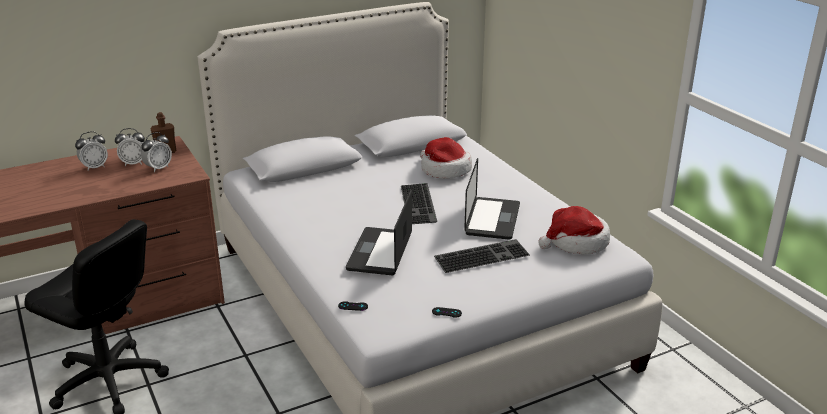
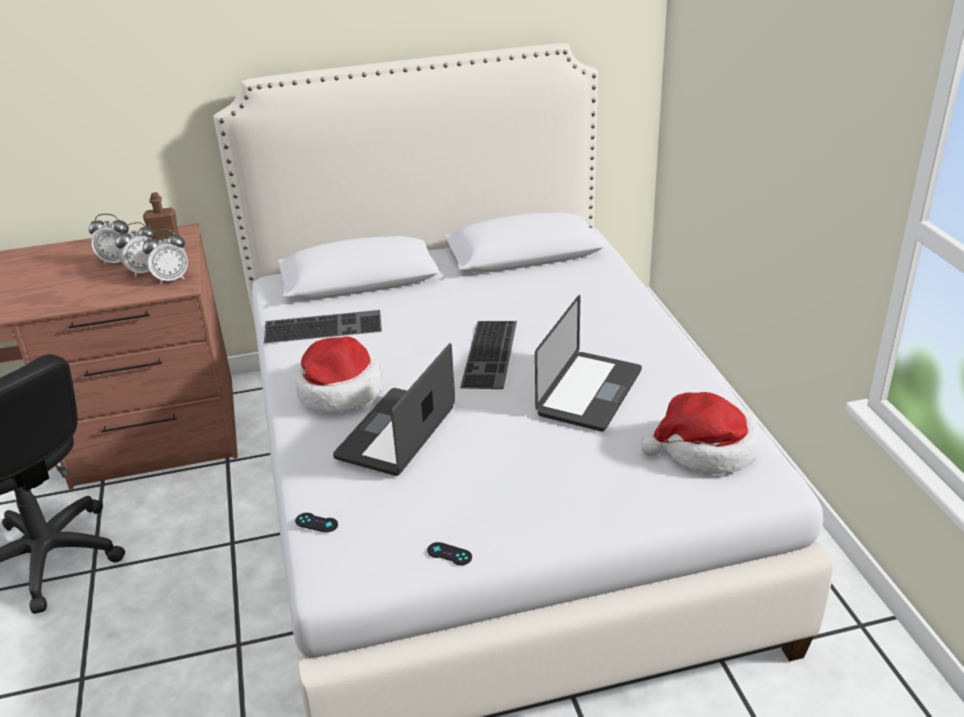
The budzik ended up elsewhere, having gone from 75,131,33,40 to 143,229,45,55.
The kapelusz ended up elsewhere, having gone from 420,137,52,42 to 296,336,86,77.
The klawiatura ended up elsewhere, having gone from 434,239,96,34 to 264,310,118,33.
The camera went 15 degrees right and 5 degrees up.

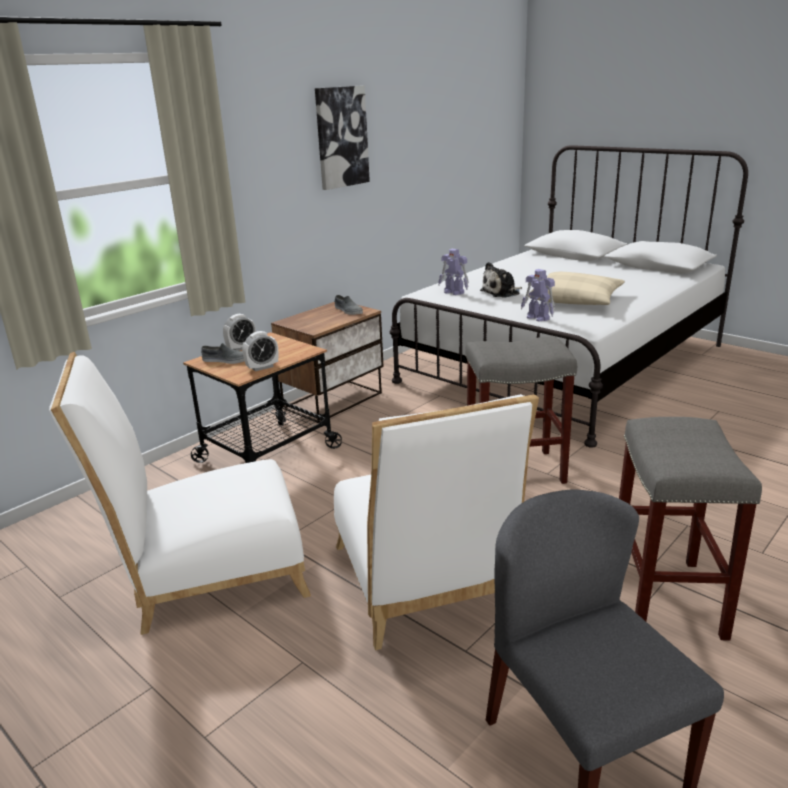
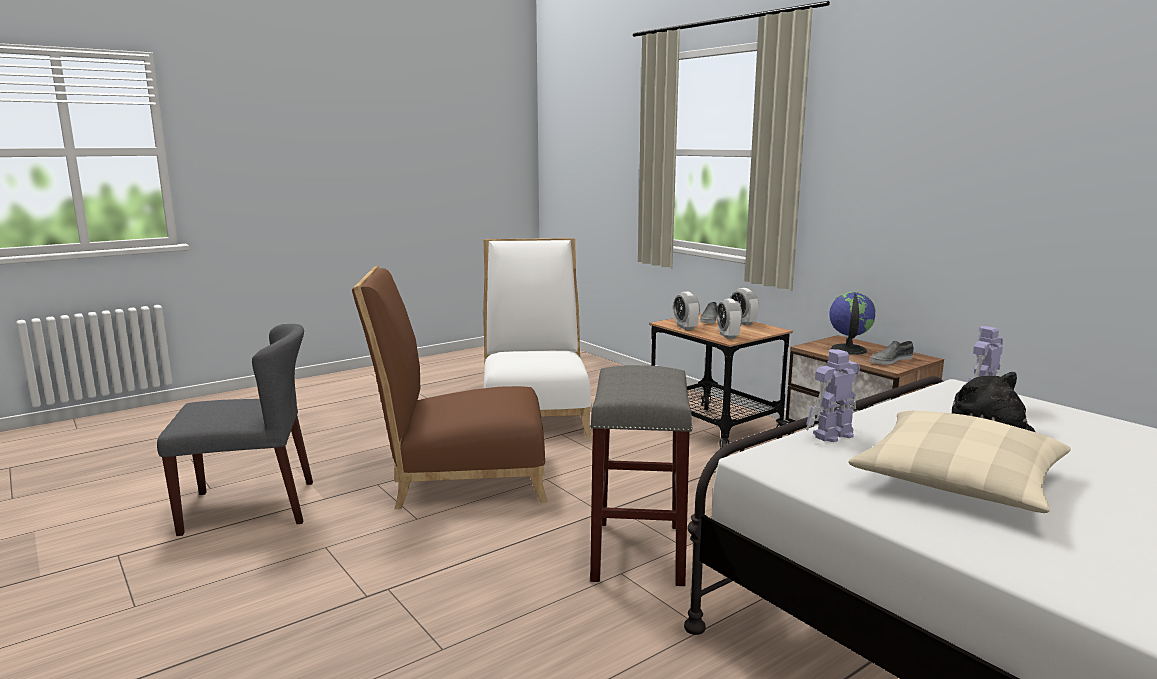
The second view lost the obraz at 315,85,55,105.
The second view lost the stołek/szary at 619,417,143,224.
The second view gained the budzik at 717,299,25,40.
The second view gained the globus at 829,292,47,63.
What was the krzesło/biały at 334,394,205,256 turned into the krzesło/brązowy at 352,265,195,244.
The camera went 100 degrees right and 10 degrees down.

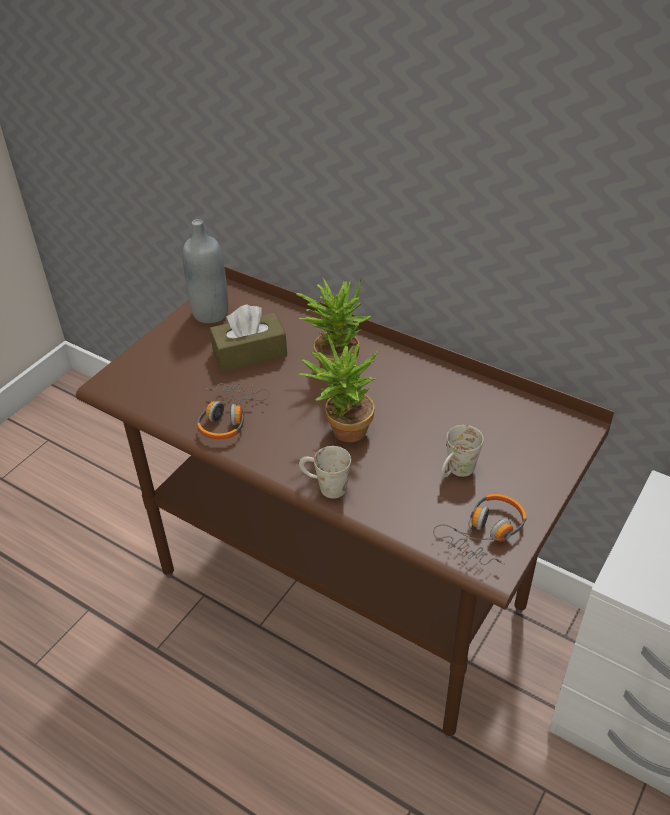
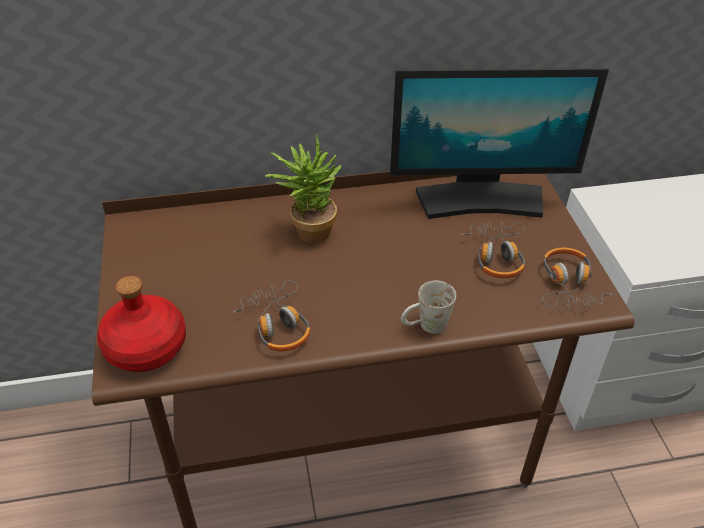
The second view lost the butelka/szary at 183,219,45,104.
The second view lost the pudełko chusteczek/brązowy at 210,304,77,68.
The second view lost the roślina doniczkowa at 298,334,81,108.
The second view gained the butelka/czerwony at 97,276,89,96.
The second view gained the monitor at 390,68,219,151.
Where the kubek/biały stood at 441,425,43,53, the słuchawki came to stand at 461,222,64,56.
The camera went 45 degrees left and 0 degrees up.

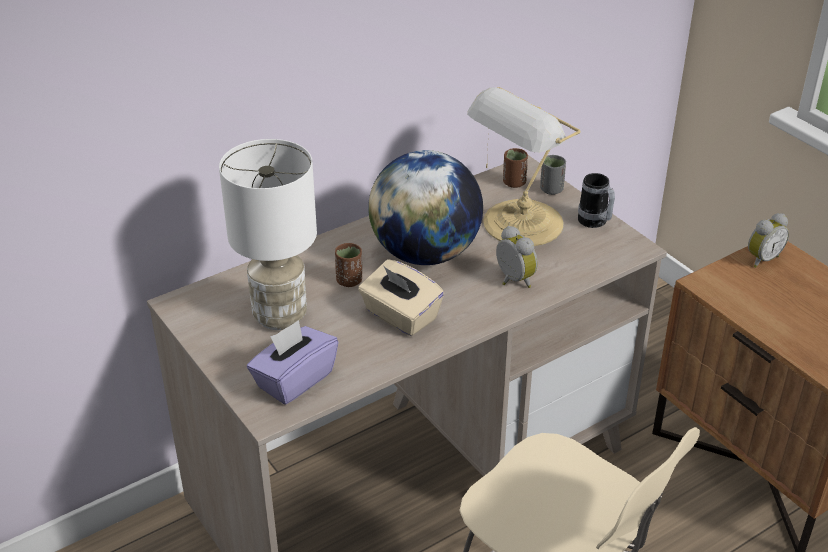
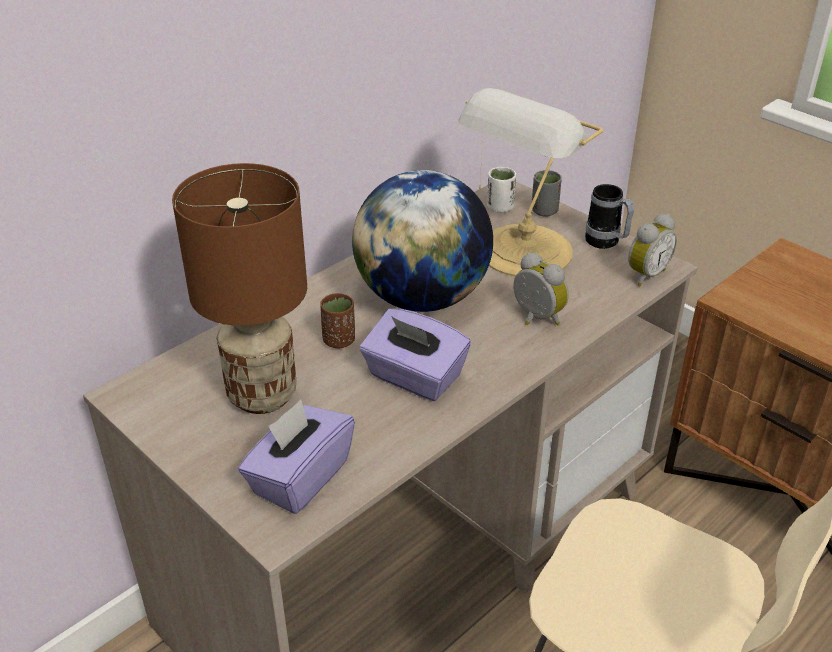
The budzik ended up elsewhere, having gone from 748,213,41,55 to 628,214,49,72.
What was the lampa stołowa/biały at 219,139,98,191 turned into the lampa stołowa/brązowy at 172,163,135,251.
What was the pudełko chusteczek/beżowy at 358,260,86,76 turned into the pudełko chusteczek/fioletowy at 360,308,111,93.
What was the filiżanka/brązowy at 503,148,25,40 turned into the filiżanka/biały at 487,167,29,46.
The camera went 10 degrees left and 0 degrees up.

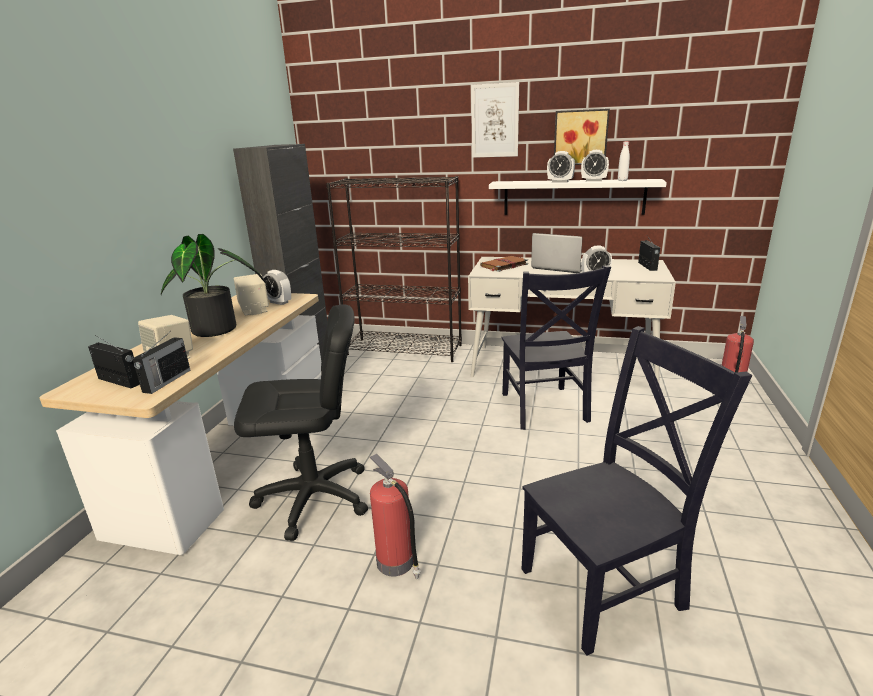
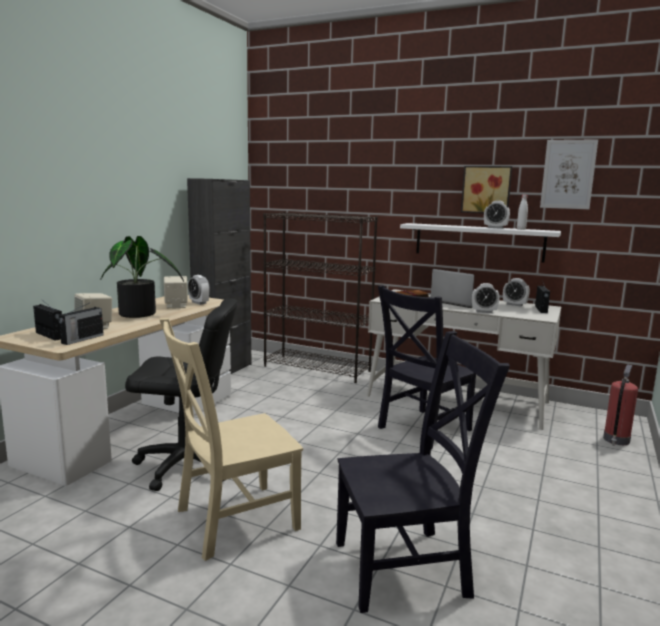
The obraz ended up elsewhere, having gone from 471,82,48,76 to 540,139,58,70.
The budzik ended up elsewhere, having gone from 547,151,28,32 to 503,278,27,28.
Where the gaśnica stood at 369,454,52,125, the krzesło/beżowy came to stand at 160,318,143,243.
The krzesło/czarny at 502,265,109,165 ended up facing another way, 45 degrees clockwise from before.
The camera went 10 degrees right and 10 degrees down.

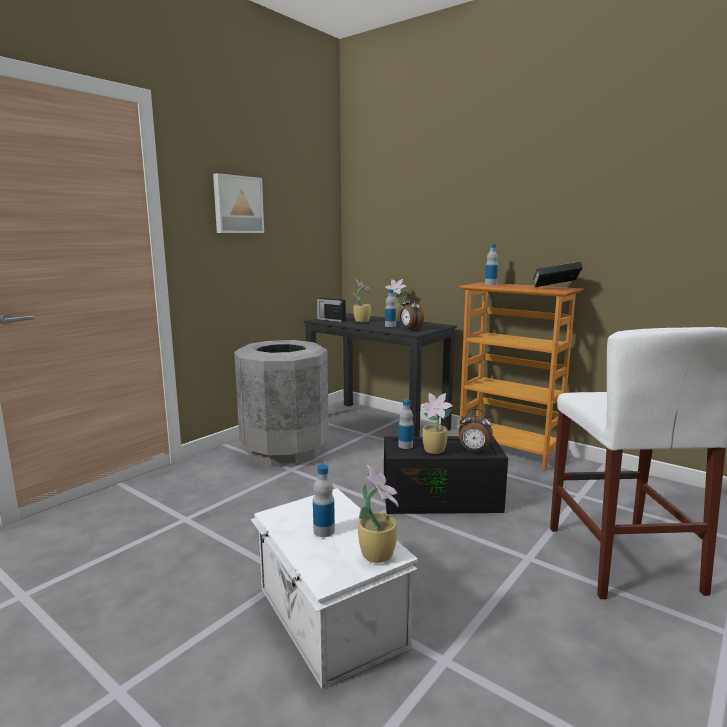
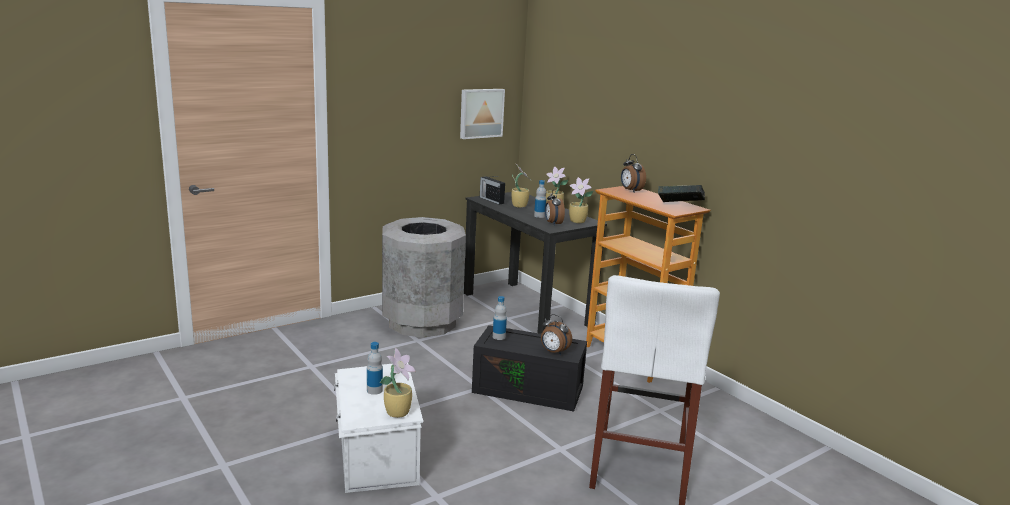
The obraz ended up elsewhere, having gone from 213,173,51,60 to 460,89,45,50.
The roślina doniczkowa ended up elsewhere, having gone from 420,393,33,61 to 569,177,24,46.
Where the butelka stood at 485,244,13,41, the budzik came to stand at 621,154,25,39.
The camera went 15 degrees right and 5 degrees up.

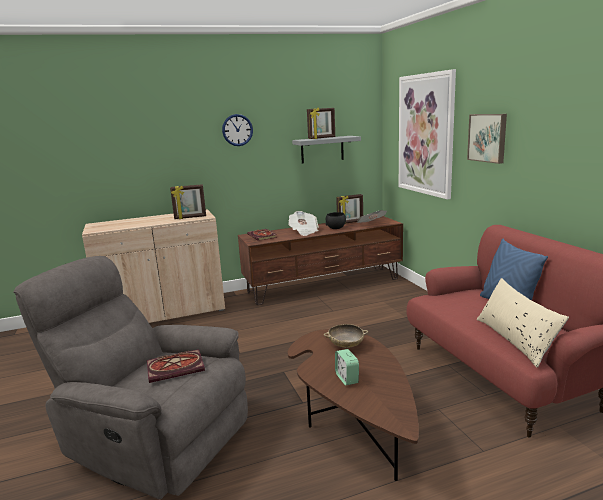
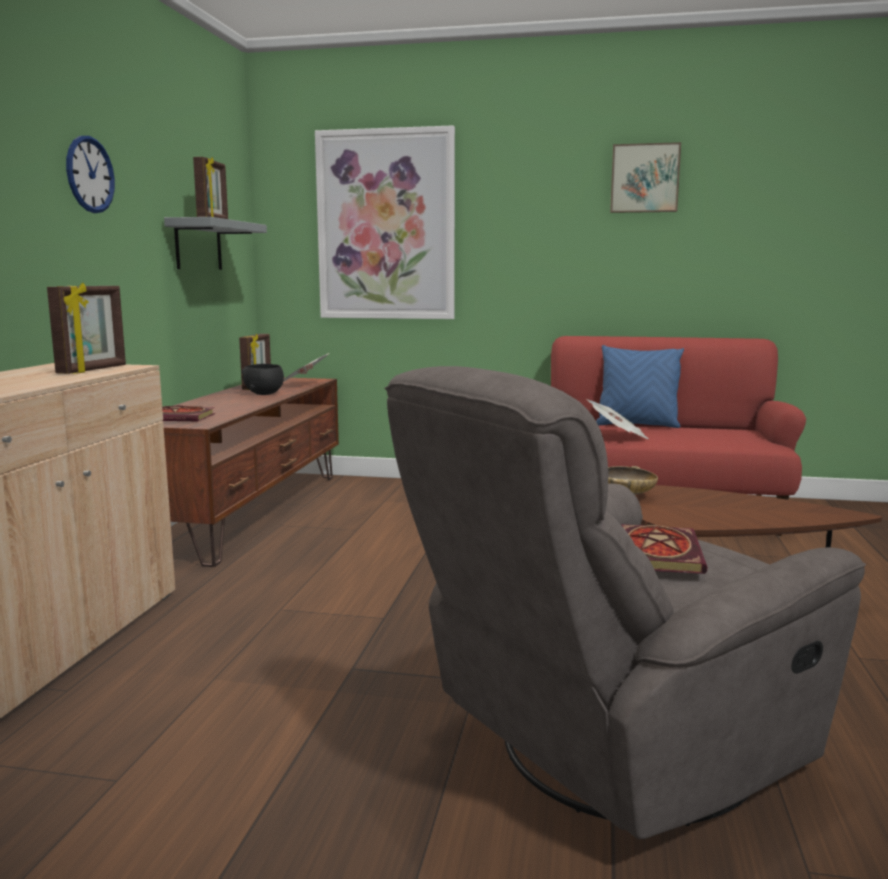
The second view lost the budzik at 335,349,24,37.
The second view lost the poduszka/beżowy at 477,278,92,90.
The gazeta ended up elsewhere, having gone from 288,211,31,25 to 586,399,64,41.
The obraz ended up elsewhere, having gone from 467,114,40,50 to 610,142,71,71.
The camera went 60 degrees left and 5 degrees down.

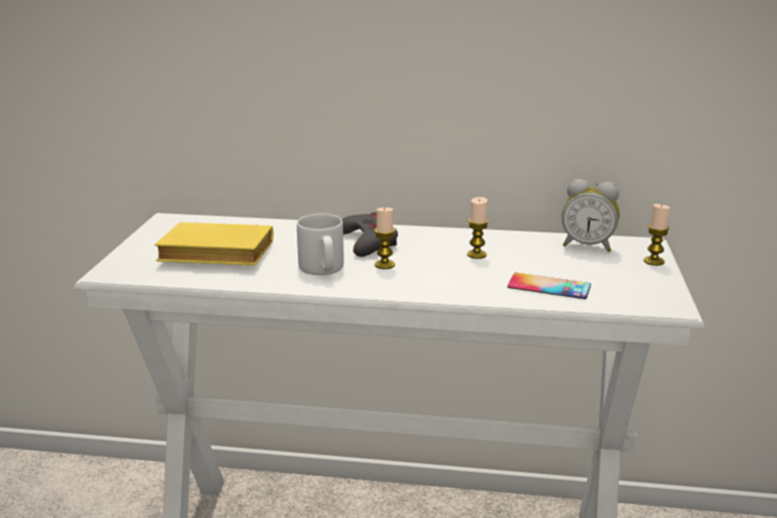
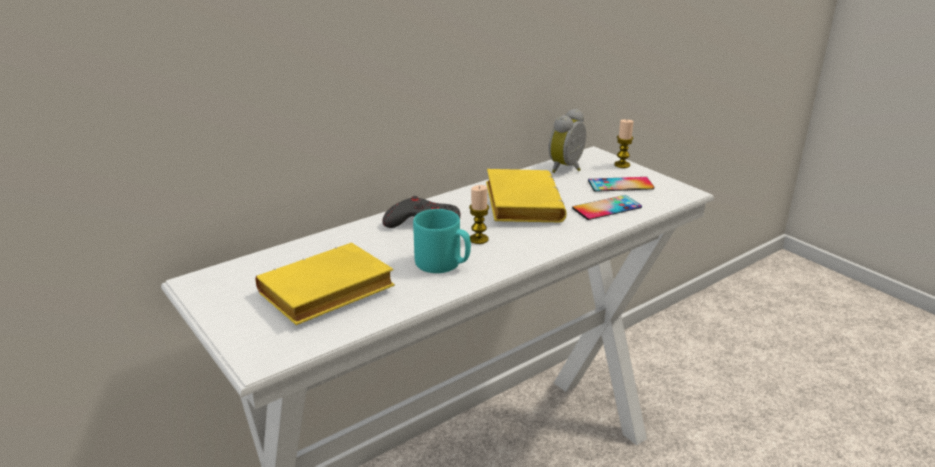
The second view gained the telefon at 588,177,66,15.
Where the świeca stood at 467,197,22,62, the książka/żółty came to stand at 486,169,81,53.
What was the kubek/szary at 297,214,47,61 turned into the kubek/turkusowy at 413,209,58,64.
The budzik at 562,179,57,73 ended up facing another way, 150 degrees clockwise from before.
The camera went 45 degrees left and 5 degrees up.

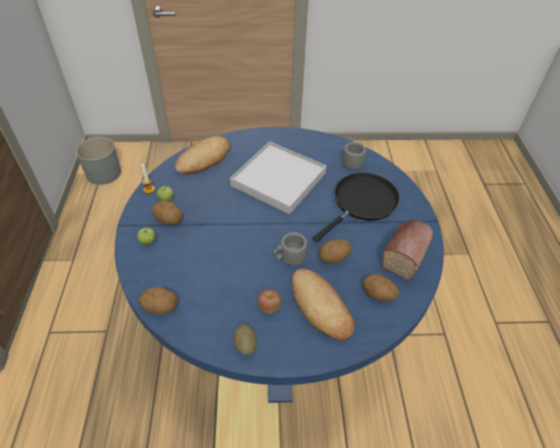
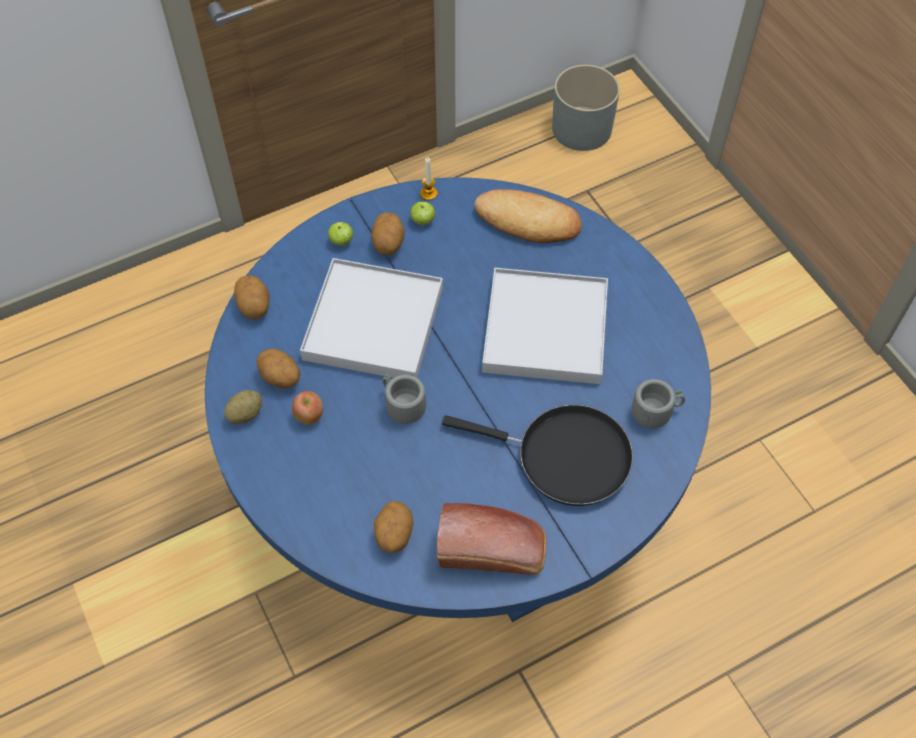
The second view lost the chleb at 292,269,63,72.
The second view gained the taca/biały at 300,258,143,120.
The ziemniak ended up elsewhere, having gone from 319,239,33,25 to 256,349,44,40.
The camera went 65 degrees right and 10 degrees up.

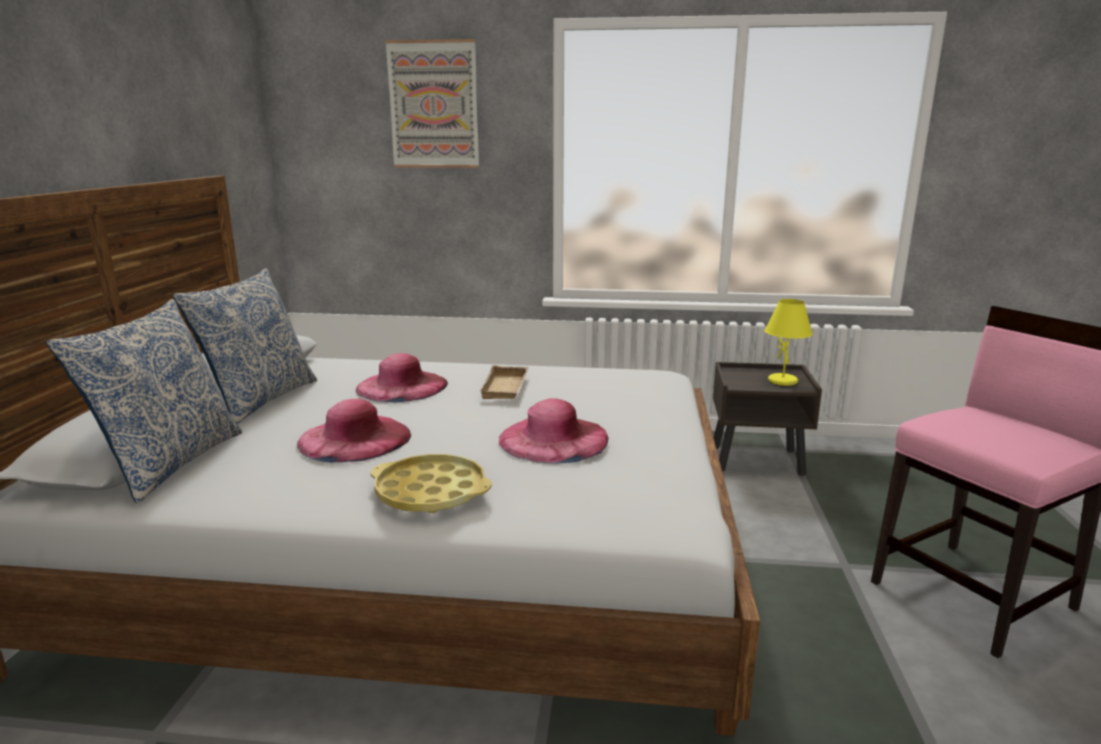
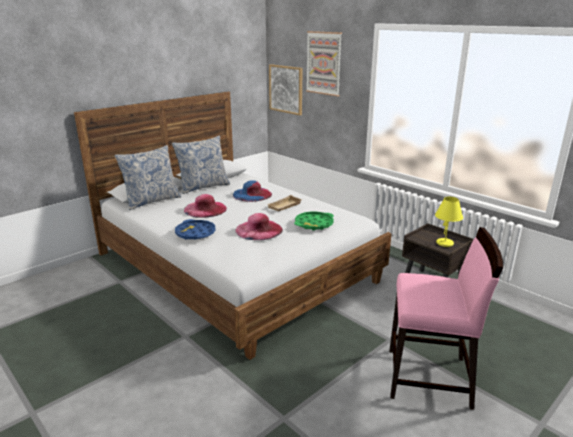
The second view gained the obraz at 269,64,34,51.
The second view gained the taca/zielony at 294,211,40,20.
What was the kapelusz/różowy at 356,353,92,49 turned into the kapelusz/niebieski at 233,180,39,22.
What was the taca/żółty at 370,454,122,59 turned into the taca/niebieski at 175,219,41,21.
The camera went 40 degrees right and 5 degrees up.

